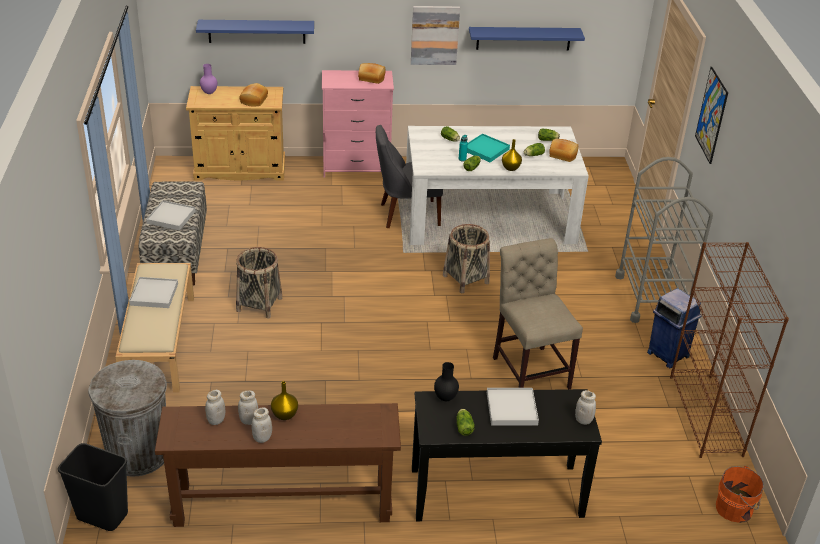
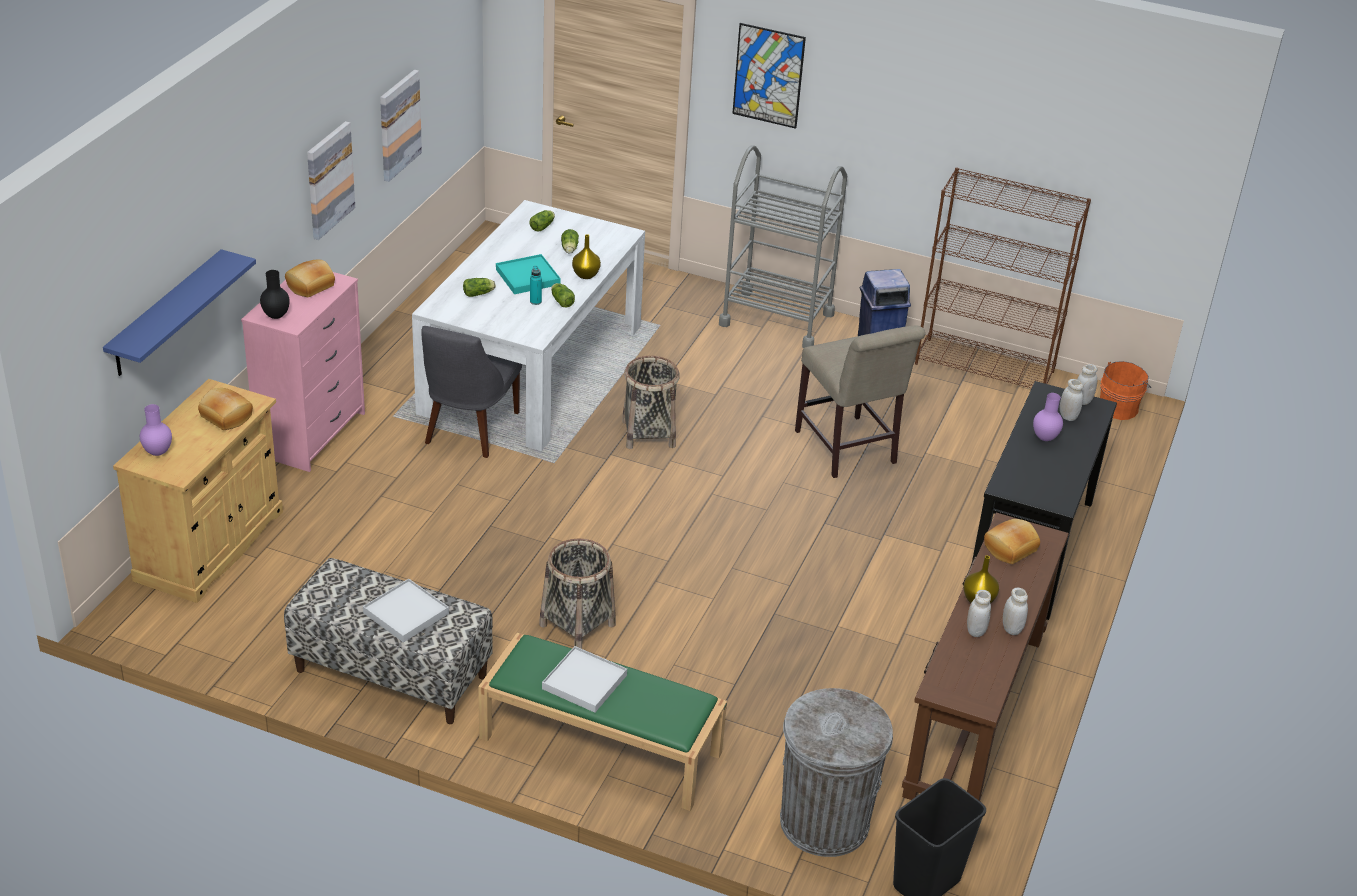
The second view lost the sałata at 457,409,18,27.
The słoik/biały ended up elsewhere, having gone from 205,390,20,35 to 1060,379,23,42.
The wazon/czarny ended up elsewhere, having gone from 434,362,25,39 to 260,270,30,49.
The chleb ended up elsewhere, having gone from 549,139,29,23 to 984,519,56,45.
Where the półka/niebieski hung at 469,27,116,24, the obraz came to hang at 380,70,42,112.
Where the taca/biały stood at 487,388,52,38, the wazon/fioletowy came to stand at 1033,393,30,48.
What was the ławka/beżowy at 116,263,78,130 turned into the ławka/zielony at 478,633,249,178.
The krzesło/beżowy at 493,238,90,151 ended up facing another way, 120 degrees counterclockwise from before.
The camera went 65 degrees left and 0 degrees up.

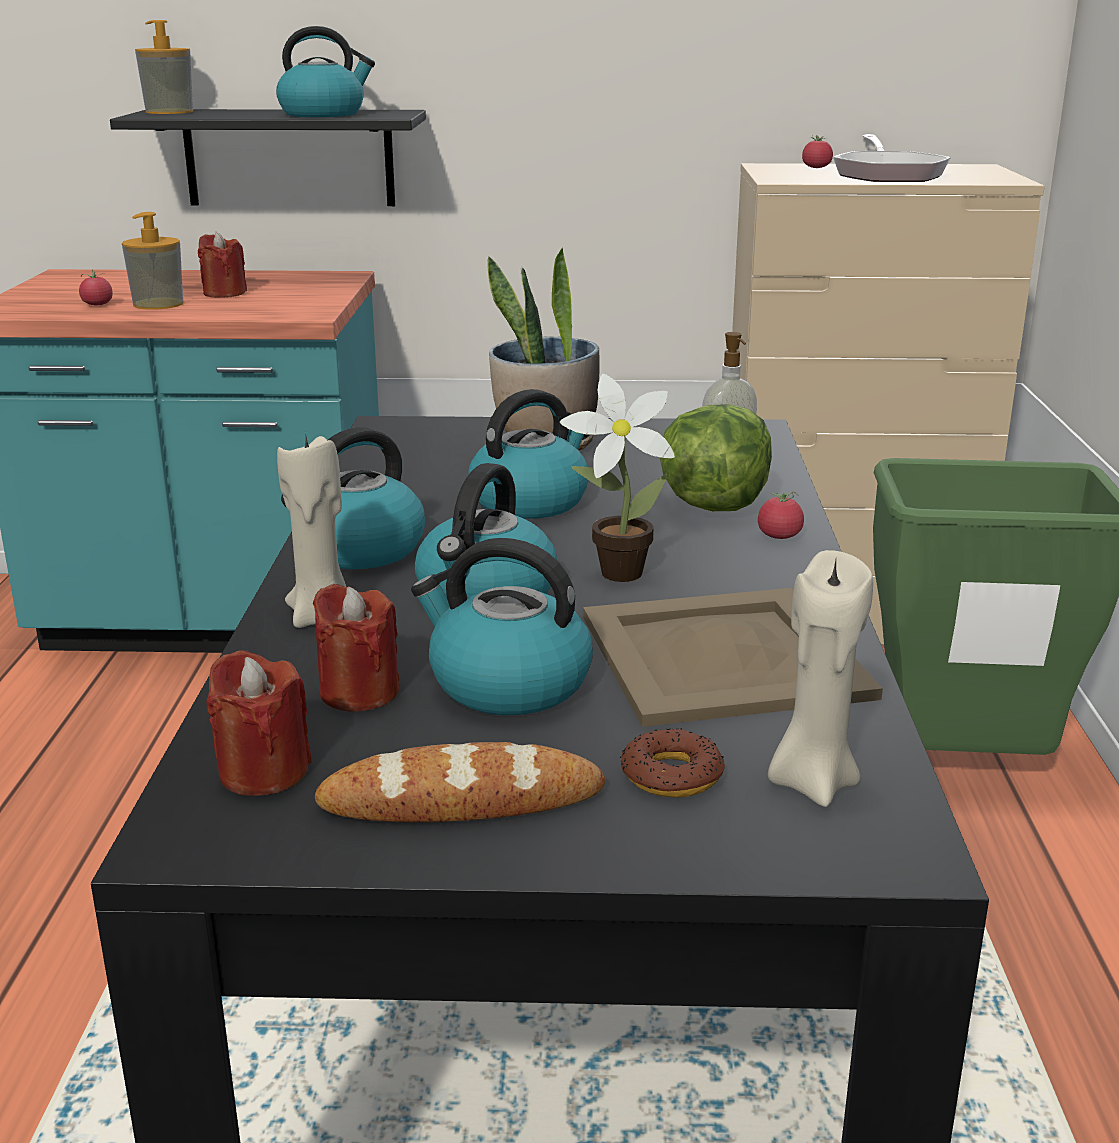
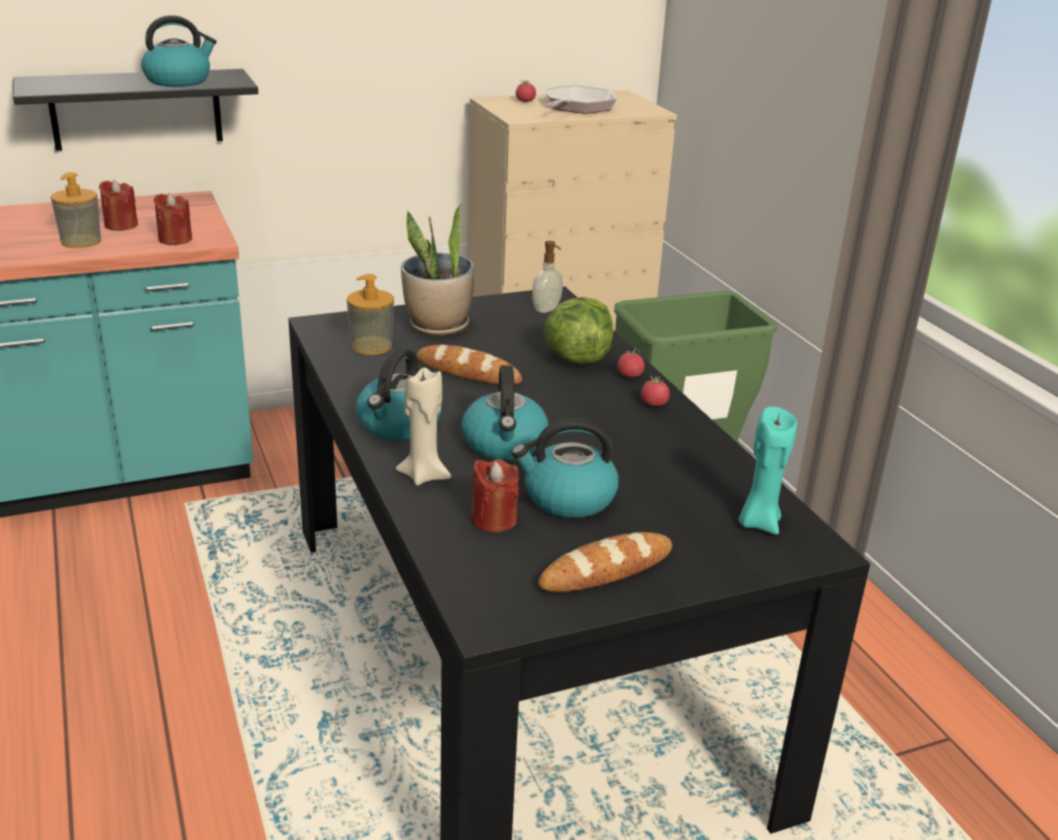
The second view lost the roślina doniczkowa at 560,374,115,208.
The second view lost the taca/beżowy at 583,588,300,139.
The second view lost the donut at 620,728,105,70.
The pomidor ended up elsewhere, having gone from 79,270,34,35 to 641,375,29,31.
The dozownik mydła ended up elsewhere, having gone from 135,20,58,94 to 347,274,47,81.
The świeca/czerwony ended up elsewhere, having gone from 206,650,105,146 to 154,193,38,52.
Where the czajnik stood at 468,389,121,130, the chleb came to stand at 417,345,105,39.
What was the świeca/beżowy at 768,550,105,257 turned into the świeca/turkusowy at 739,407,58,128.
The patelnia at 833,134,117,48 ended up facing another way, 135 degrees counterclockwise from before.
The camera went 25 degrees left and 5 degrees up.

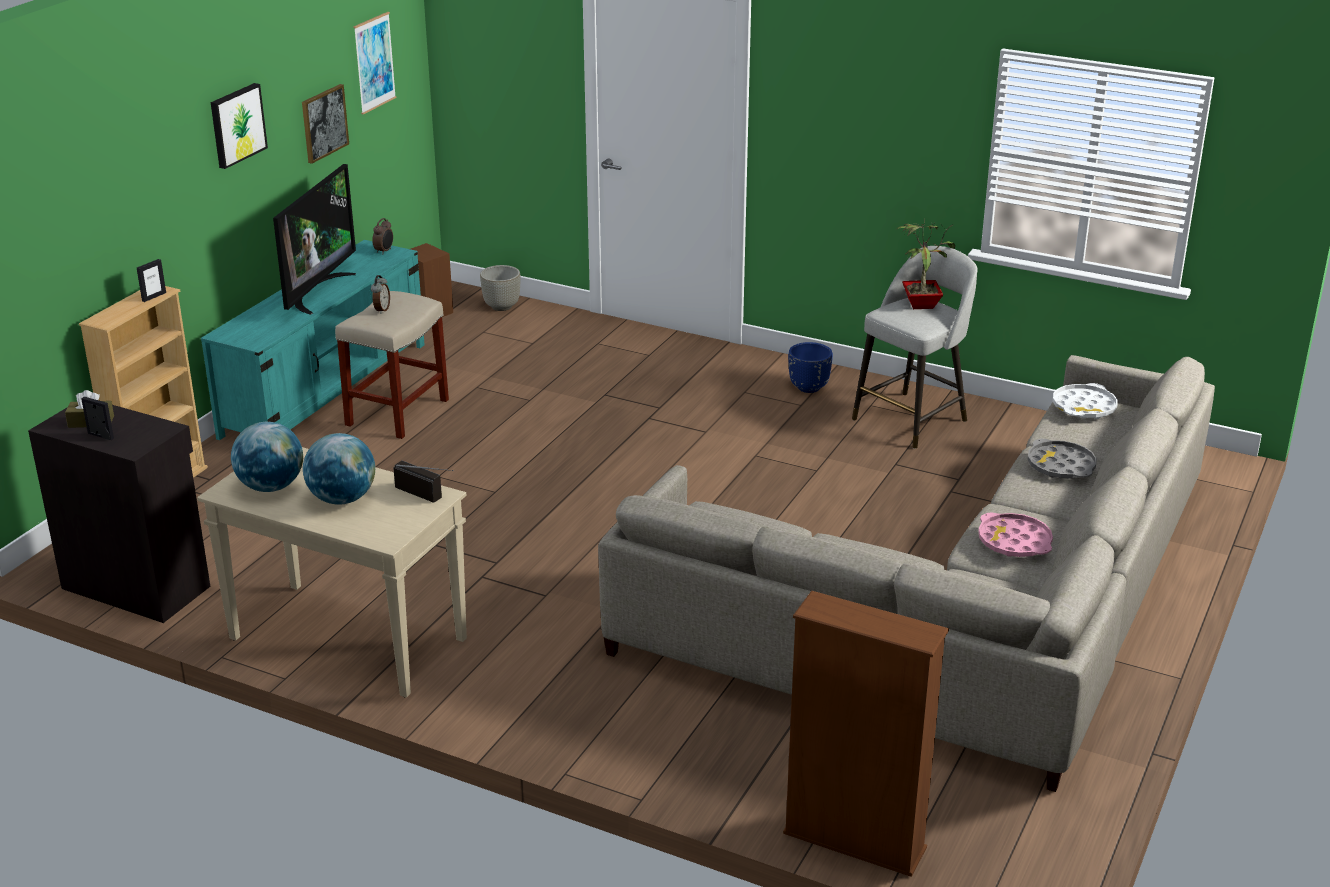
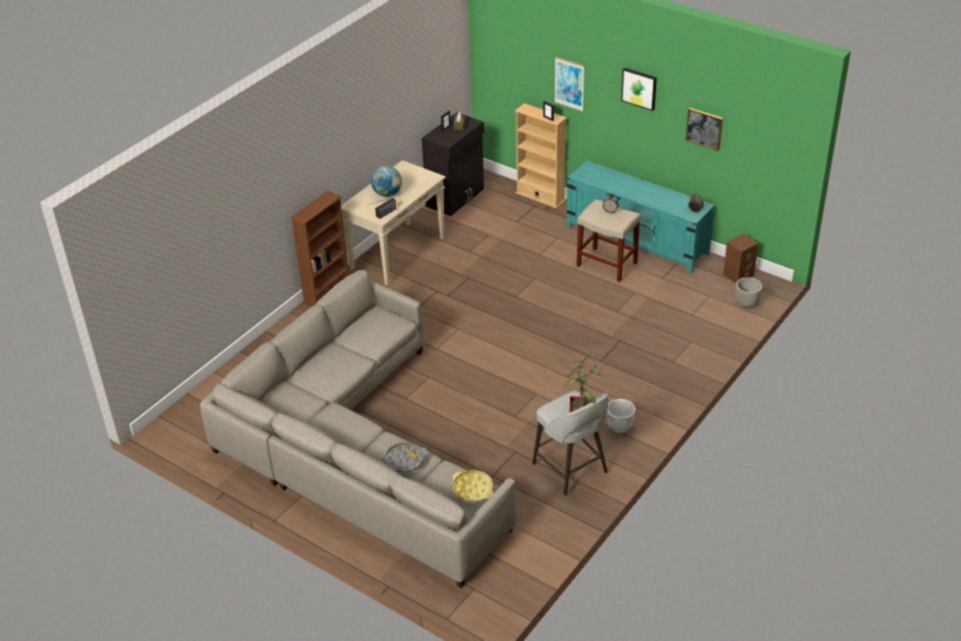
The second view lost the globus at 231,422,72,70.
The second view lost the telewizor at 273,164,83,151.
The second view lost the taca/różowy at 978,513,75,44.
The obraz ended up elsewhere, having gone from 353,12,43,102 to 555,57,29,55.
The regał/brązowy ended up elsewhere, having gone from 783,591,166,286 to 291,191,58,116.
What was the donica/niebieski at 788,342,45,51 turned into the donica/biały at 606,399,30,34.
What was the taca/biały at 1053,383,65,36 turned into the taca/żółty at 452,470,41,32.
The camera went 100 degrees right and 10 degrees up.

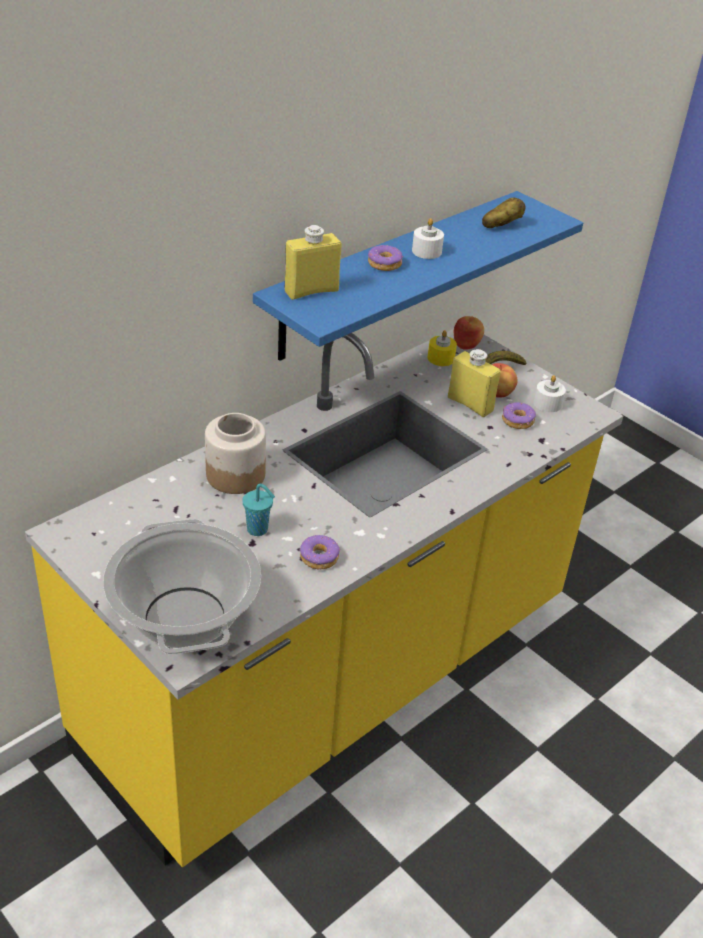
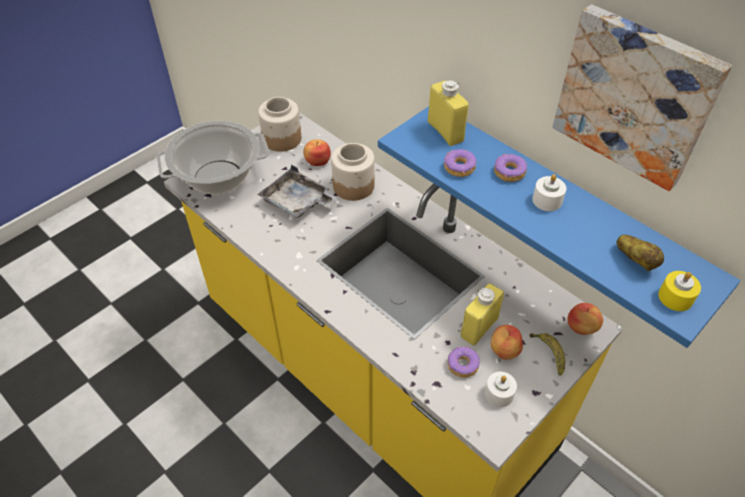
The second view gained the słoik at 258,97,43,55.
The second view gained the jabłko at 303,139,28,27.
The second view gained the obraz at 553,4,179,187.
The donut ended up elsewhere, having gone from 300,535,40,34 to 444,149,32,28.
The świeca/żółty ended up elsewhere, having gone from 428,330,29,36 to 658,271,43,40.
Where the filiżanka/turkusowy stood at 243,483,32,53, the taca/szary came to stand at 257,165,81,53.
The camera went 90 degrees right and 10 degrees up.

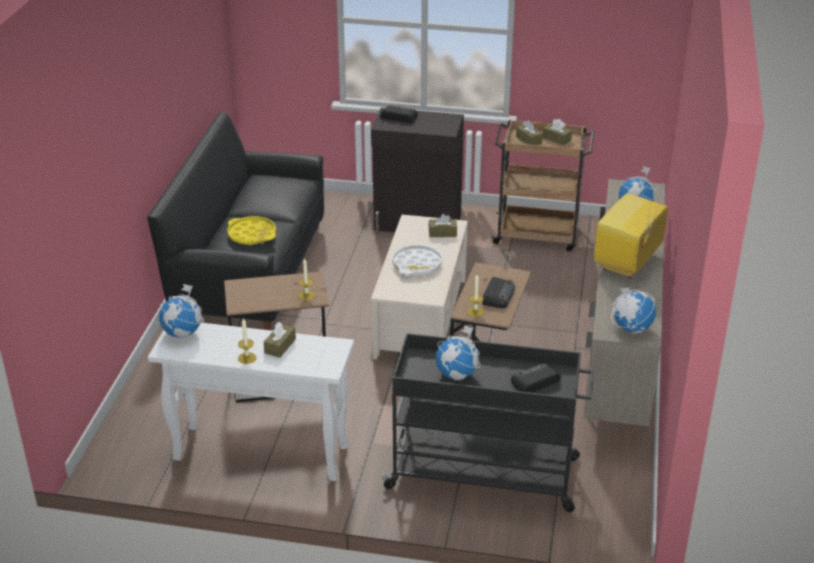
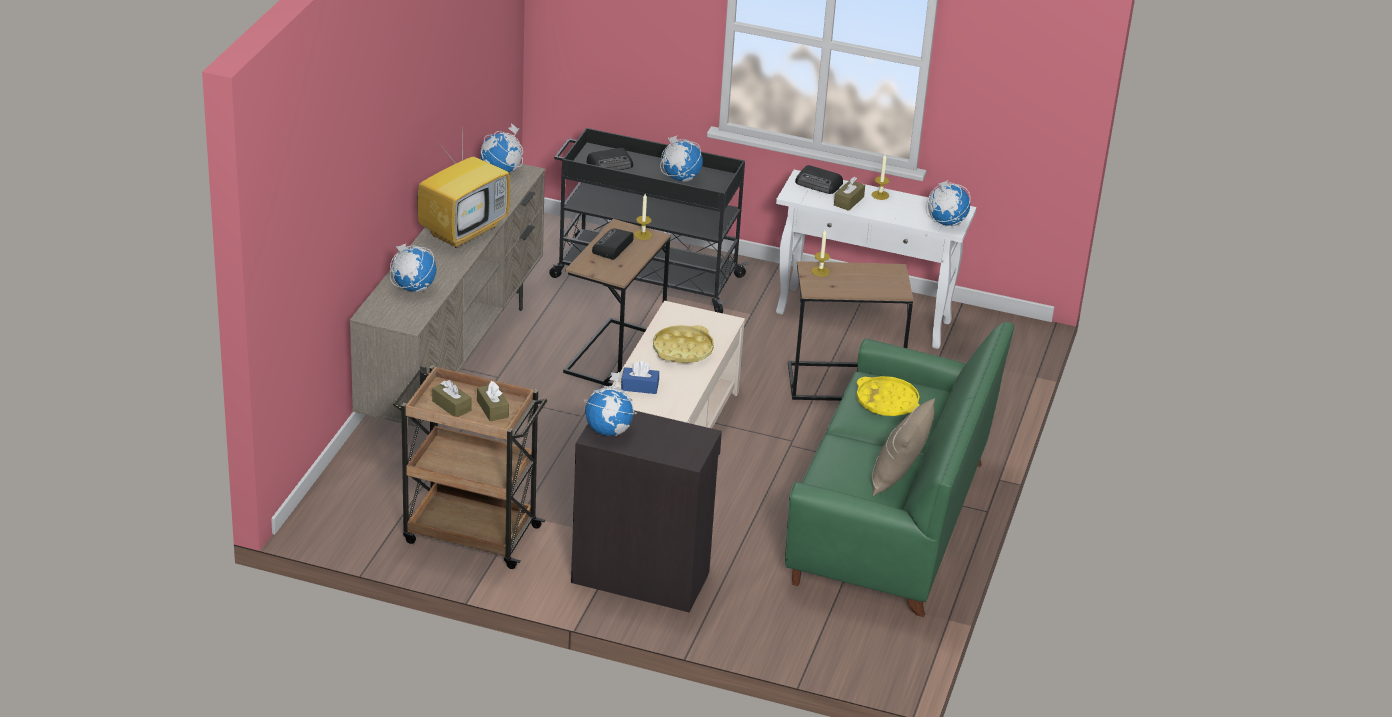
The second view gained the globus at 584,372,53,64.
The second view gained the poduszka/beżowy at 872,398,63,98.
The radio ended up elsewhere, having gone from 381,105,37,18 to 795,165,48,29.
What was the kanapa/czarny at 147,112,177,218 turned into the kanapa/zielony at 785,322,229,295.
What was the taca/biały at 392,244,50,31 turned into the taca/żółty at 653,325,61,38.
What was the pudełko chusteczek/brązowy at 429,214,28,23 turned into the pudełko chusteczek/niebieski at 621,361,38,33.
The camera went 175 degrees left and 0 degrees up.

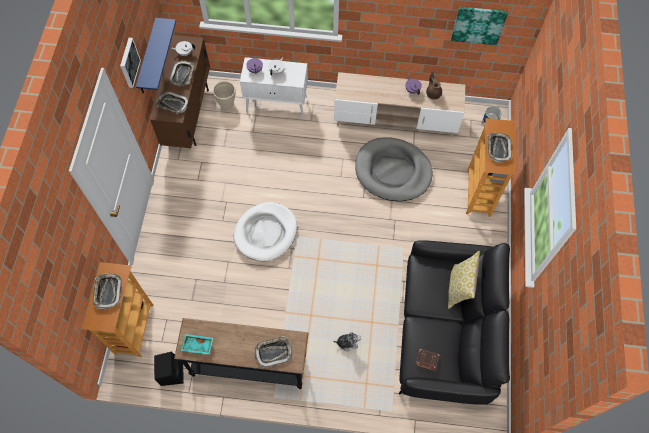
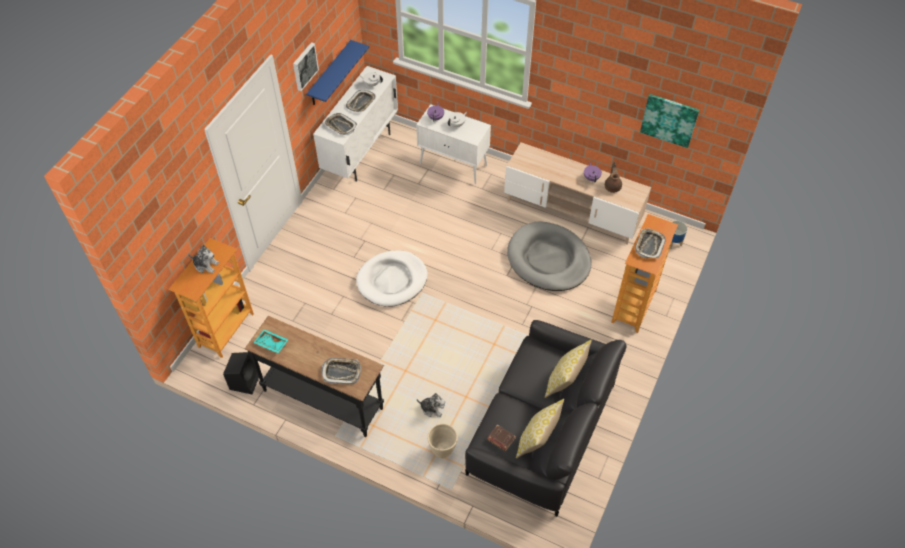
The second view gained the poduszka at 516,399,48,59.
The donica/beżowy ended up elsewhere, having gone from 213,81,23,28 to 427,423,31,35.
Where the taca stood at 93,273,29,37, the pluszak came to stand at 188,245,31,28.
What was the szafka/brązowy at 150,35,60,113 turned into the szafka/biały at 313,66,85,116.
The camera went 20 degrees right and 10 degrees down.

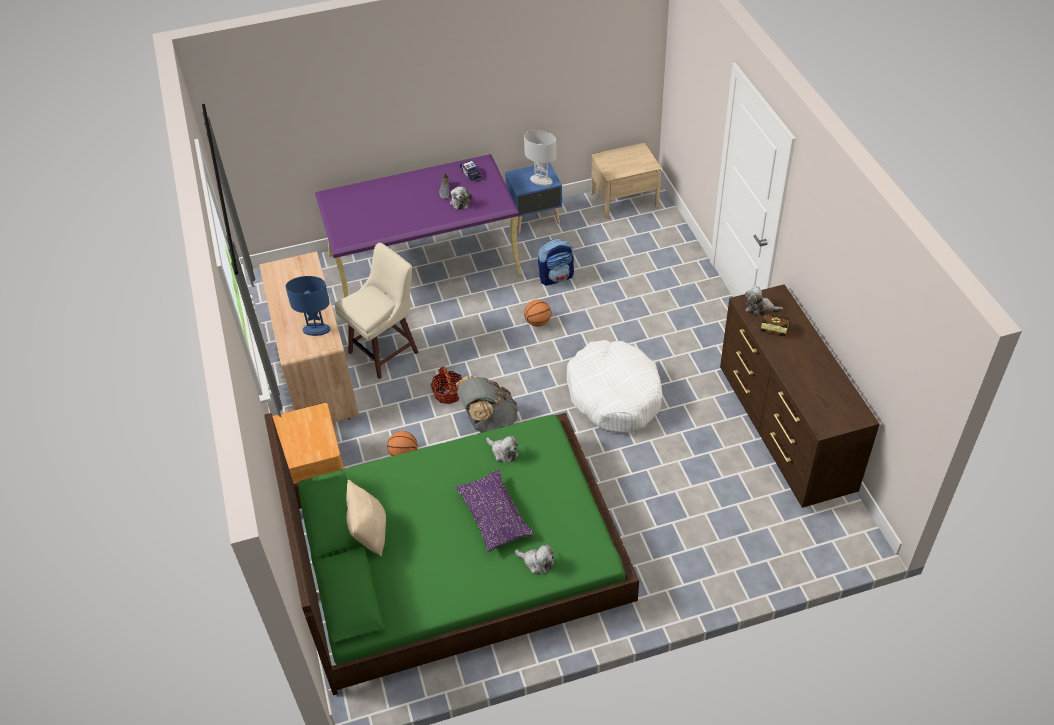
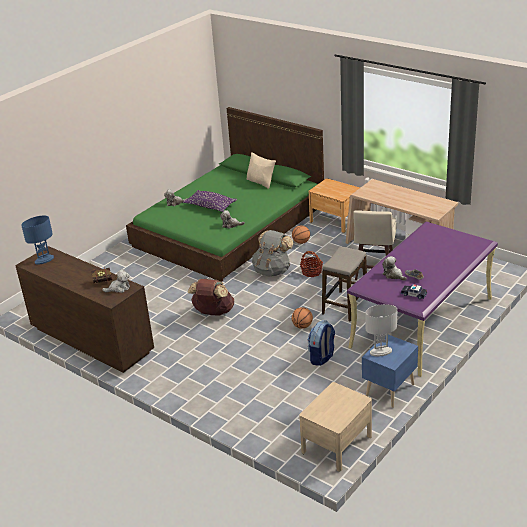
The second view gained the stołek at 322,246,45,75.
The lampa stołowa/niebieski ended up elsewhere, having gone from 286,276,44,60 to 21,215,33,50.
Where the legowisko/biały stood at 567,340,95,93, the plecak/brązowy came to stand at 188,279,46,37.
The camera went 145 degrees right and 15 degrees down.

